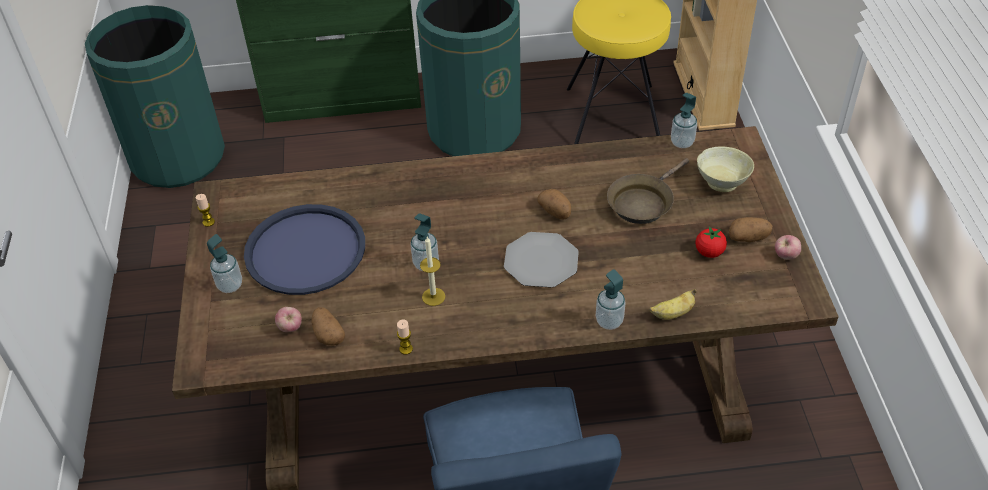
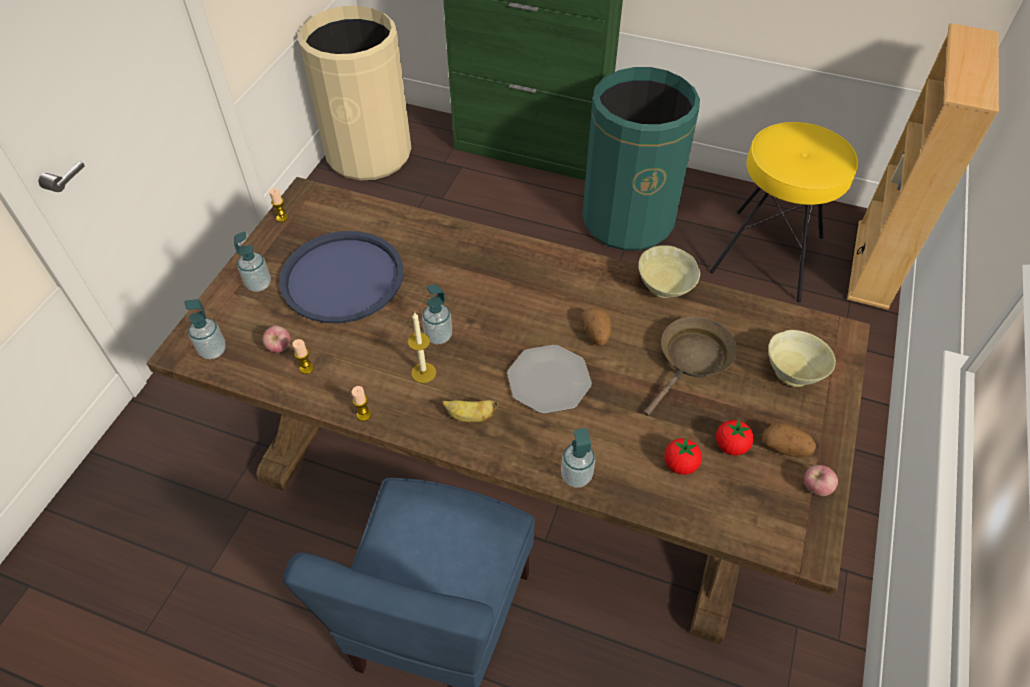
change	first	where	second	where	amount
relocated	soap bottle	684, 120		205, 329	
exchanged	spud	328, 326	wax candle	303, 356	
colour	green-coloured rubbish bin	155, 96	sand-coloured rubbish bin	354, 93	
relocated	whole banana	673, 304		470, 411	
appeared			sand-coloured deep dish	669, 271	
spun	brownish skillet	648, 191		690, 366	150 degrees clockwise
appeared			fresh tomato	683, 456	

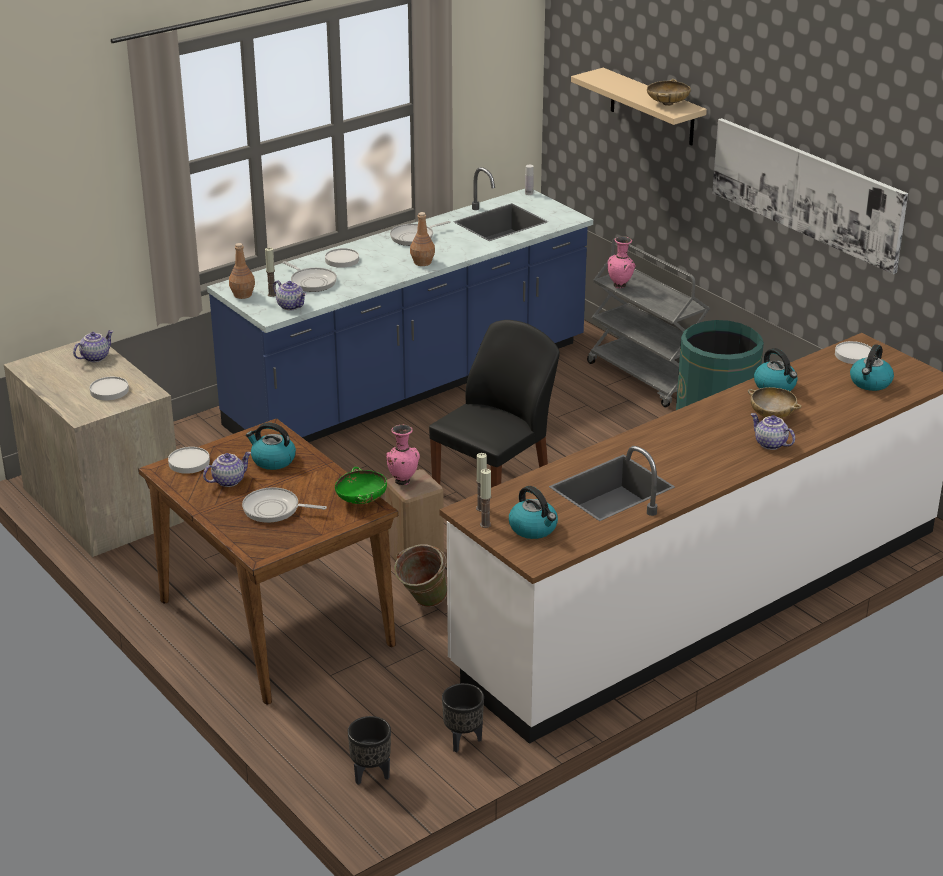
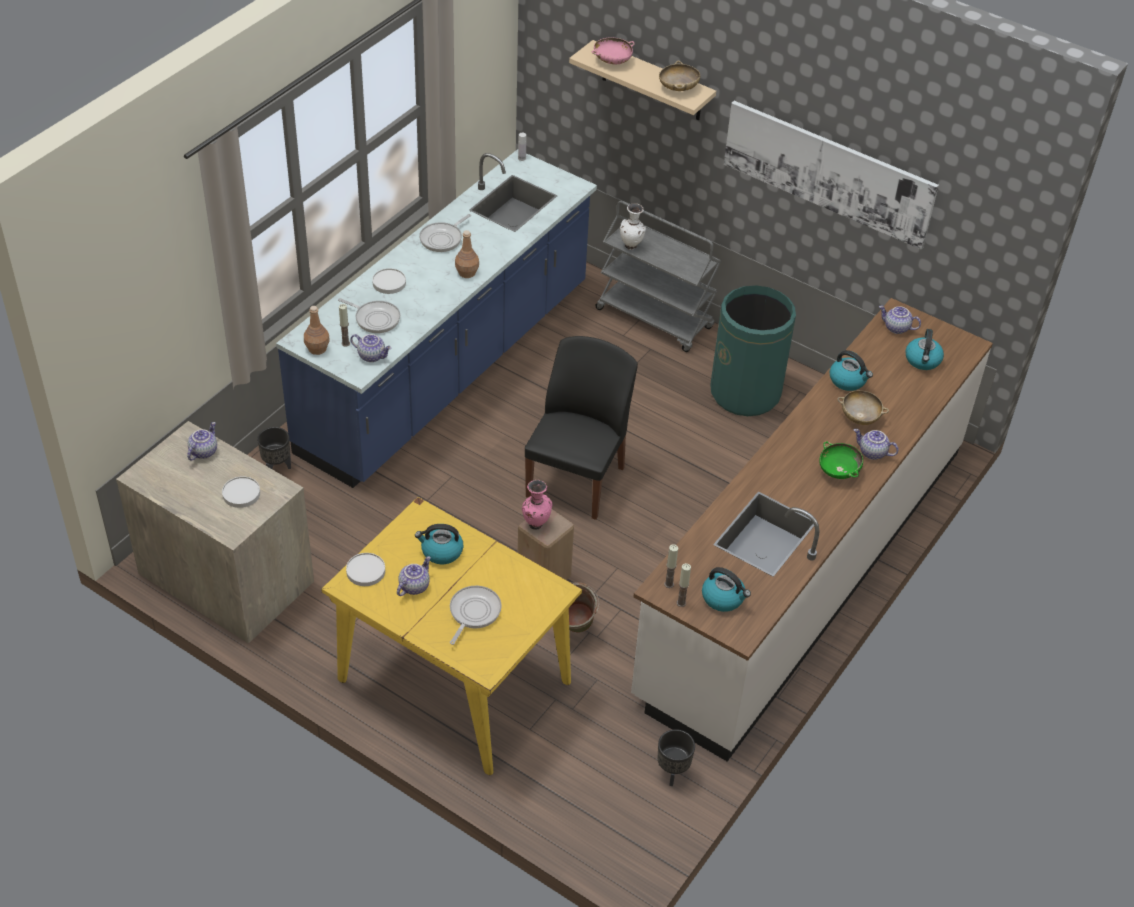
change	first	where	second	where	amount
relocated	black plant pot	369, 750		274, 448	
colour	brownish dinner table	268, 561	yellow dinner table	451, 636	
spun	skillet	284, 505		476, 615	120 degrees clockwise
appeared			pink deep dish	613, 50	
colour	pink flower vase	621, 262	white-coloured flower vase	633, 226	
relocated	green-coloured deep dish	361, 485		841, 460	
exchanged	white-coloured plate	853, 352	pot for tea	900, 320	

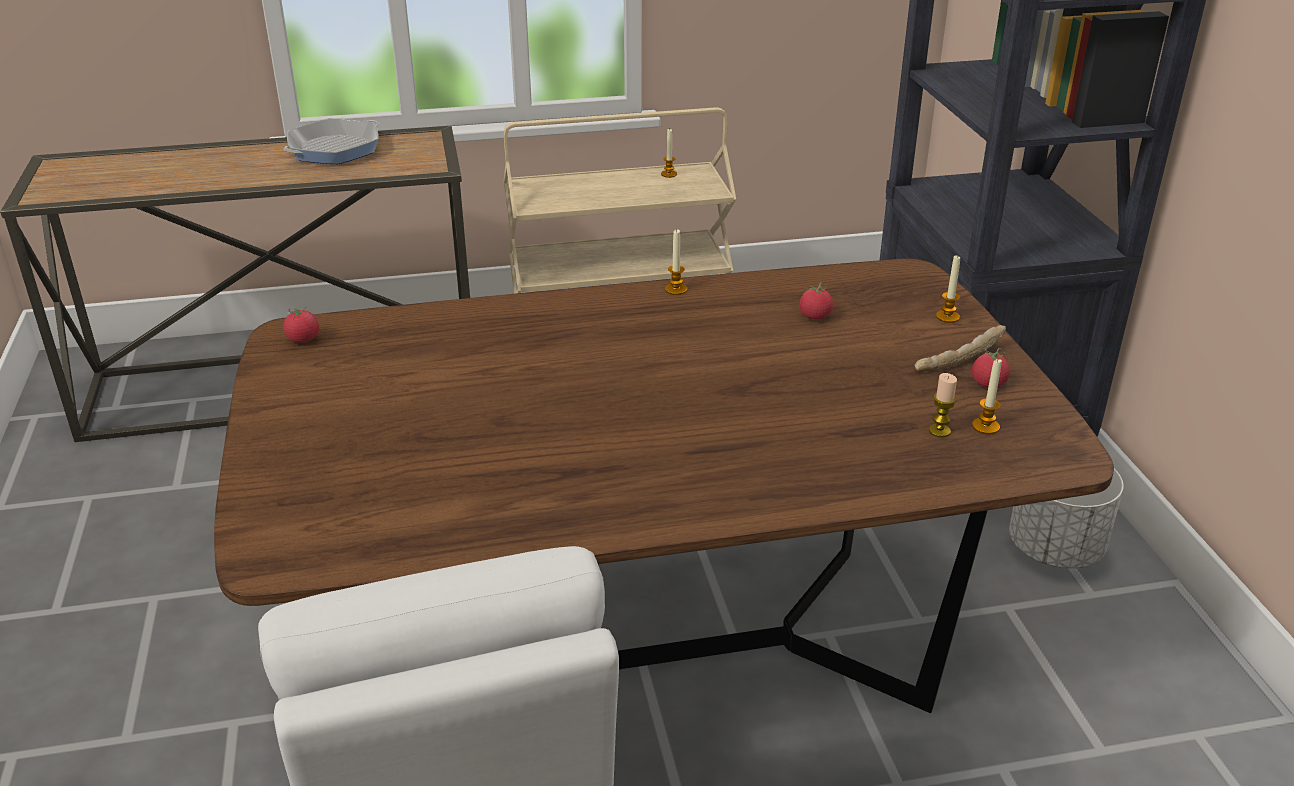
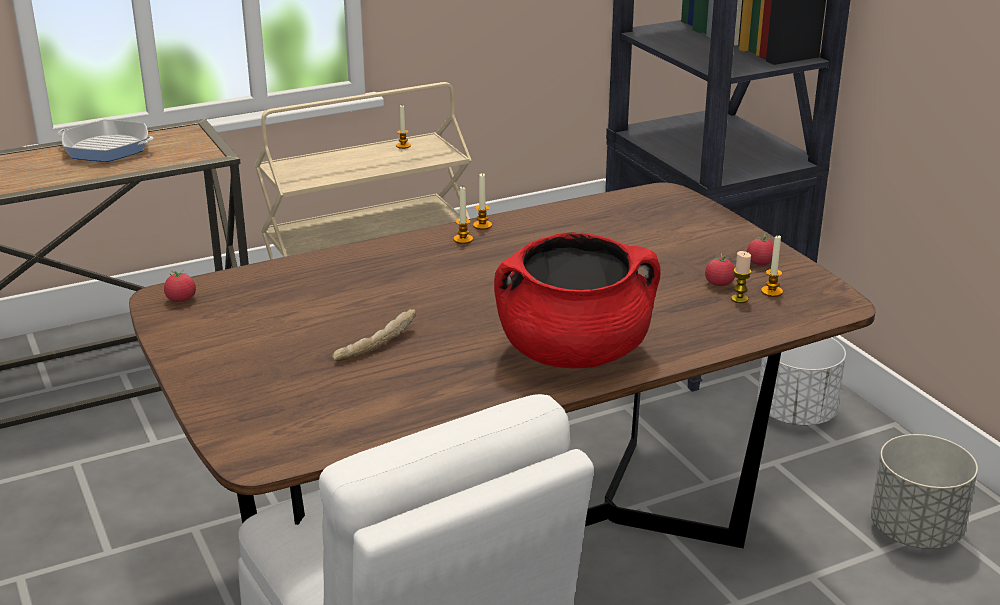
change	first	where	second	where	amount
spun	skillet	331, 141		105, 140	75 degrees clockwise
relocated	bakery bread	960, 348		374, 335	
relocated	wax candle	948, 288		463, 215	
appeared			reddish stockpot	577, 300	
relocated	fresh tomato	816, 301		720, 269	
appeared			greyish plant pot	924, 491	

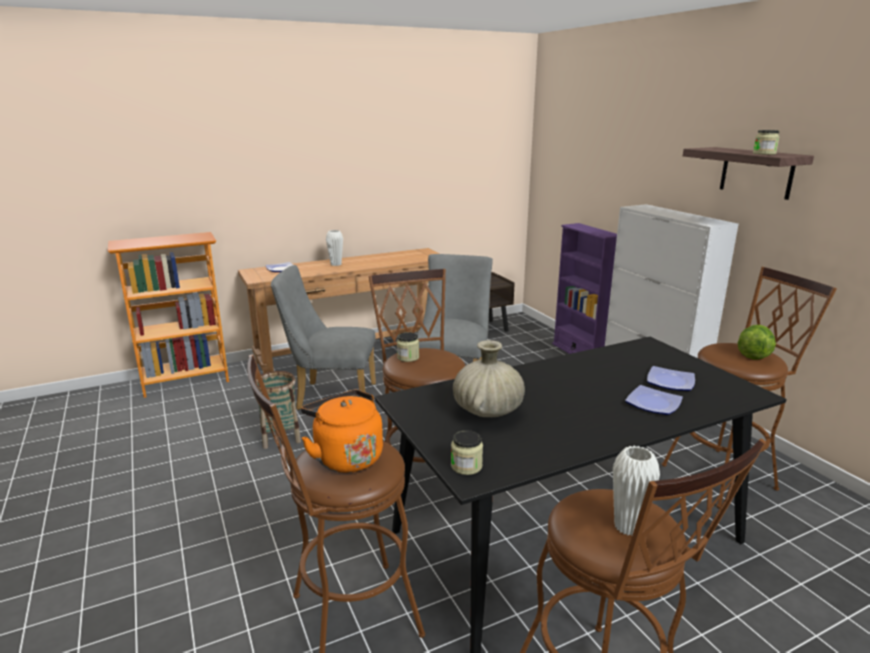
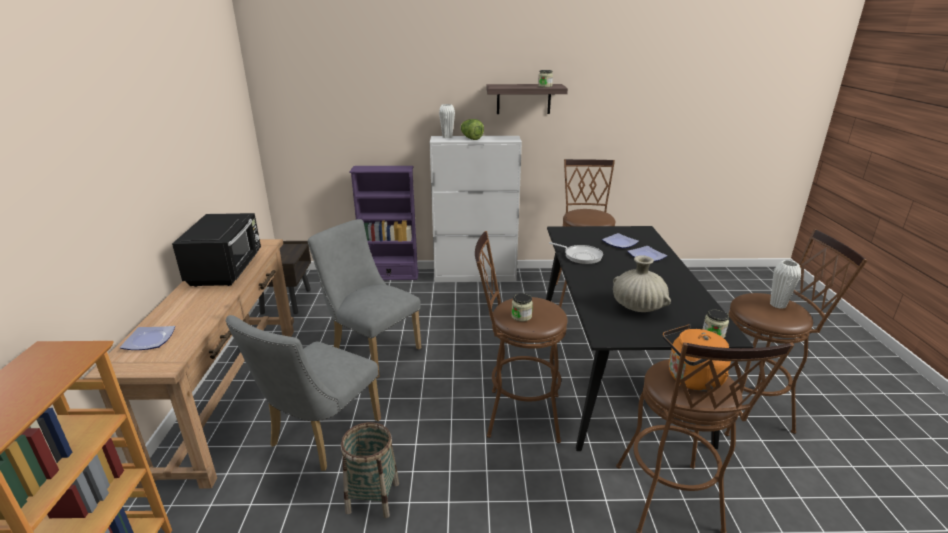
change	first	where	second	where	amount
appeared			black microwave oven	216, 250	
relocated	white-coloured flower vase	334, 248		447, 121	
relocated	head of lettuce	757, 342		472, 129	
appeared			skillet	576, 253	

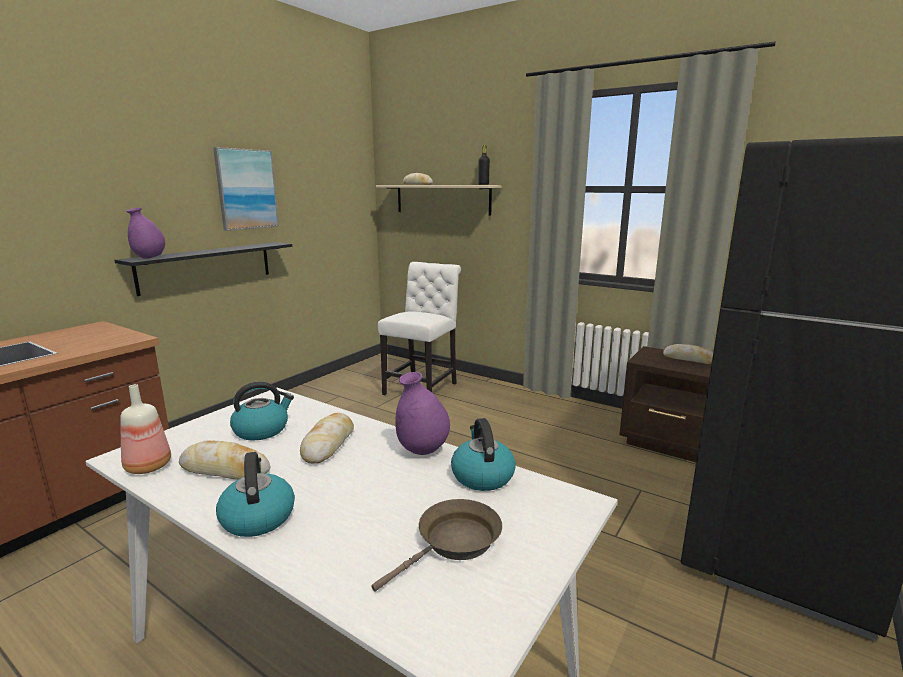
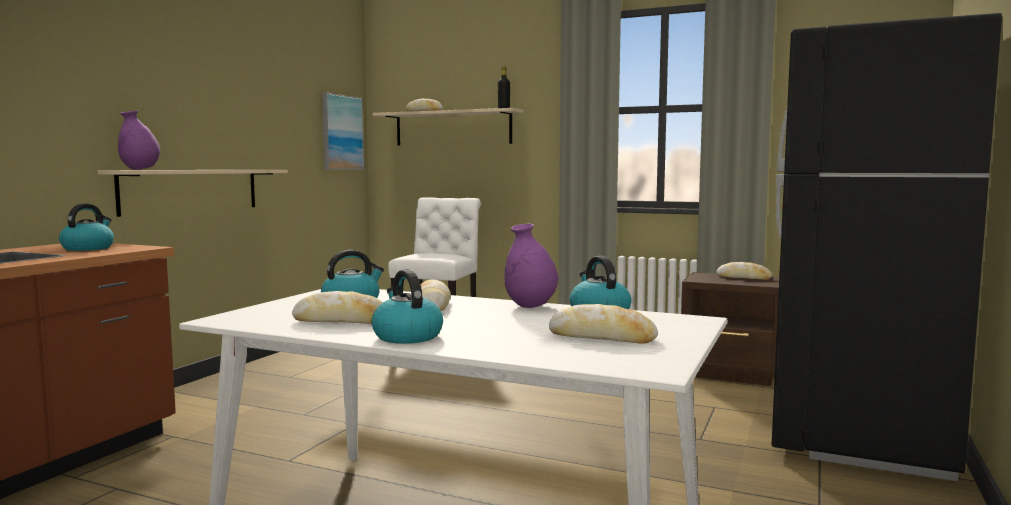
change	first	where	second	where	amount
appeared			kettle	86, 227	
colour	black bracket shelf	203, 269	sand-coloured bracket shelf	193, 193	
relocated	picture	246, 189		343, 131	
exchanged	brownish skillet	436, 545	bakery bread	603, 324	
missing	bottle	145, 429			

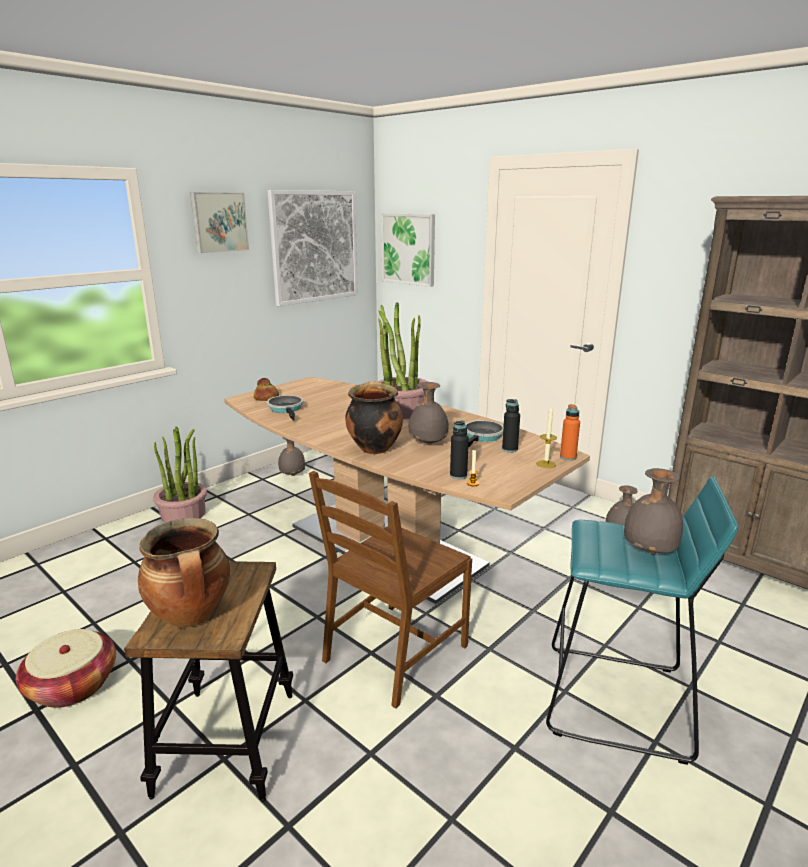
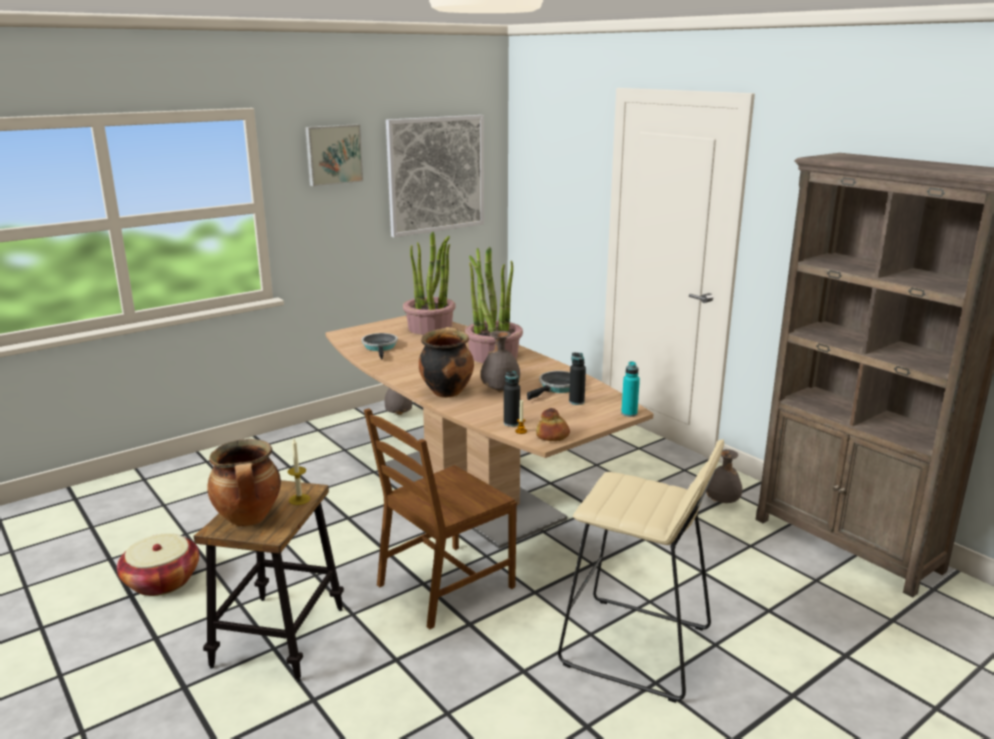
change	first	where	second	where	amount
relocated	wax candle	546, 436		299, 472	
relocated	plant in a pot	180, 474		429, 283	
relocated	bakery bread	266, 389		553, 424	
colour	blue-green stool	642, 620	sand-coloured stool	641, 571	
colour	orange bottle	570, 432	blue-green bottle	630, 389	
missing	picture	408, 250			
missing	greyish flower vase	653, 511			

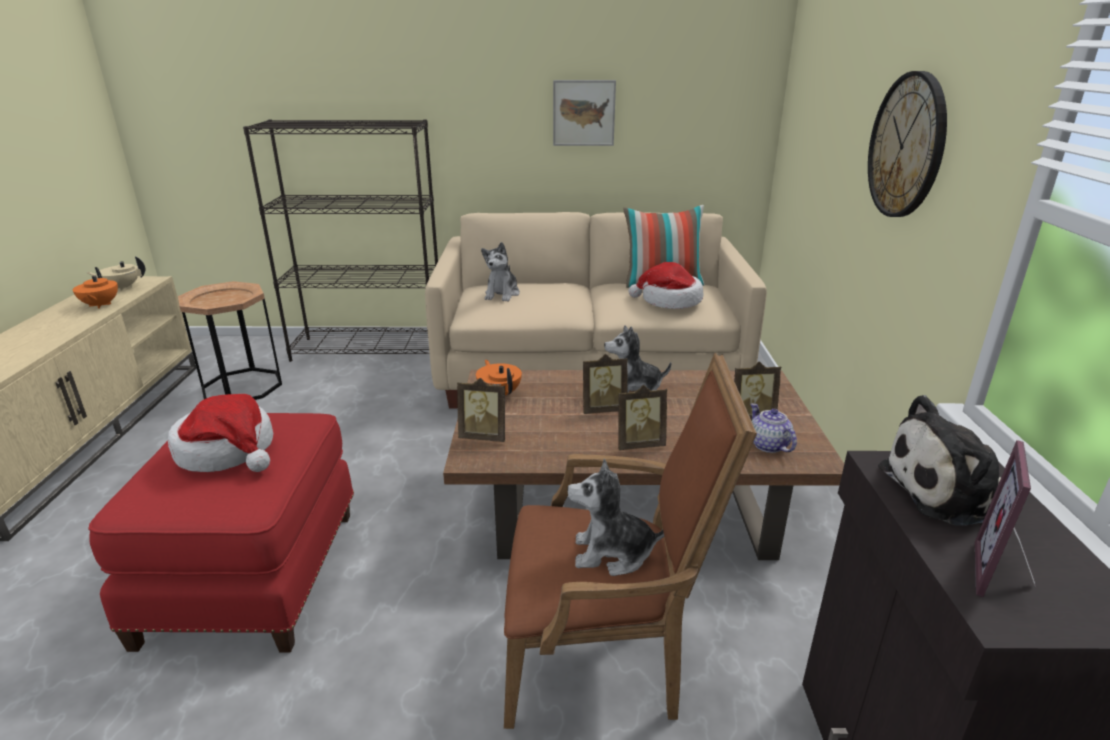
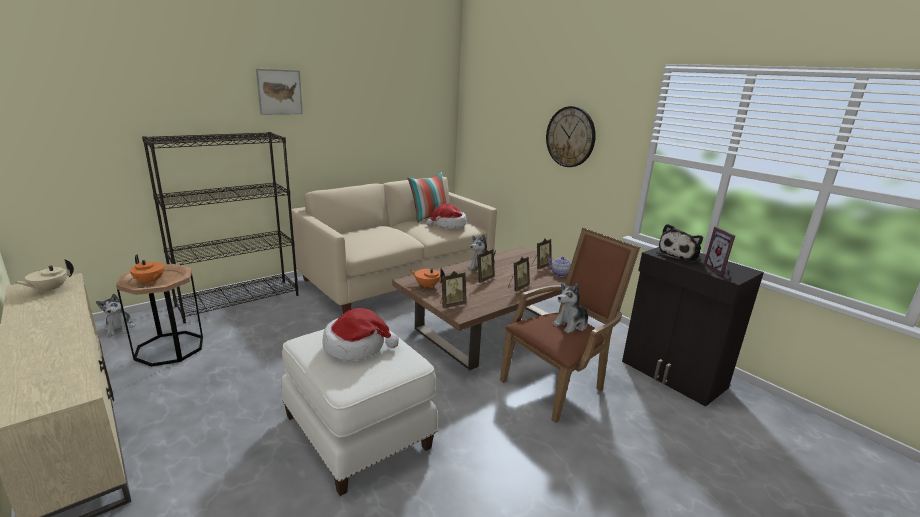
change	first	where	second	where	amount
relocated	cuddly toy	500, 271		115, 315	
relocated	orange pot for tea	95, 288		147, 269	
relocated	picture	584, 113		279, 92	
colour	reddish pouffe	221, 532	white-coloured pouffe	360, 412	

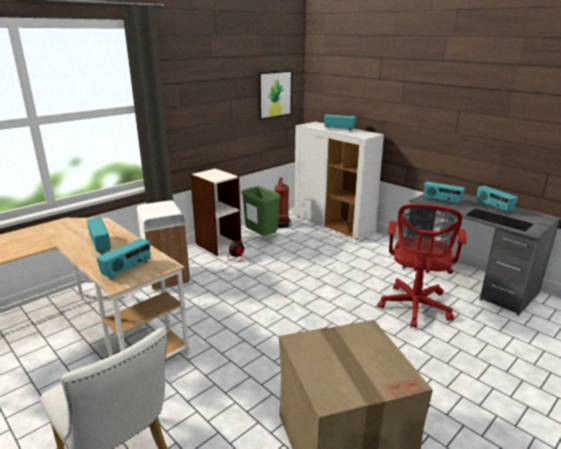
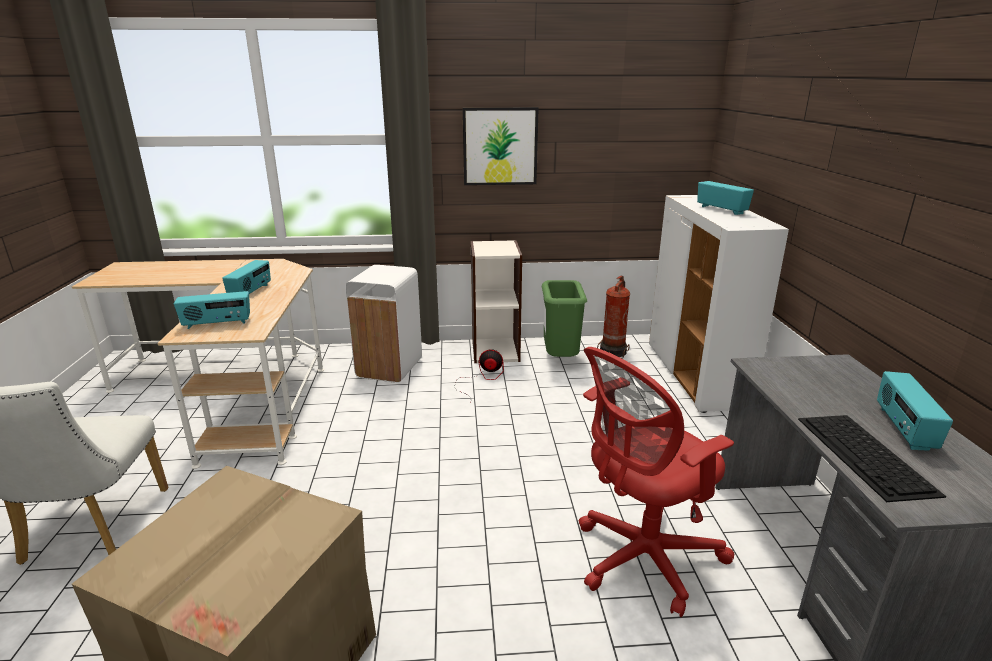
change	first	where	second	where	amount
relocated	picture	274, 95		501, 146	
missing	radio set	444, 193			

